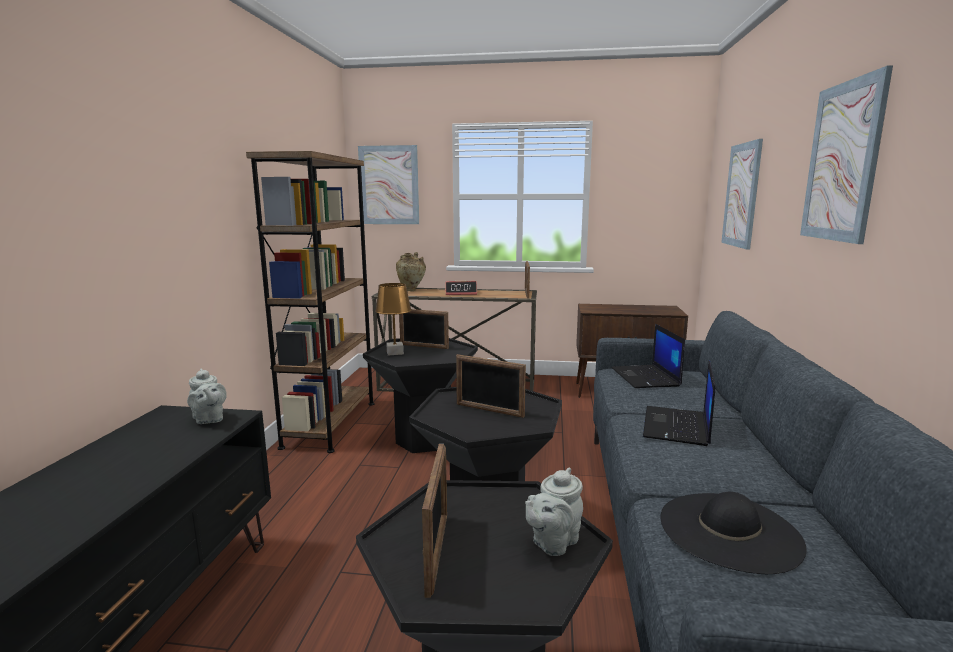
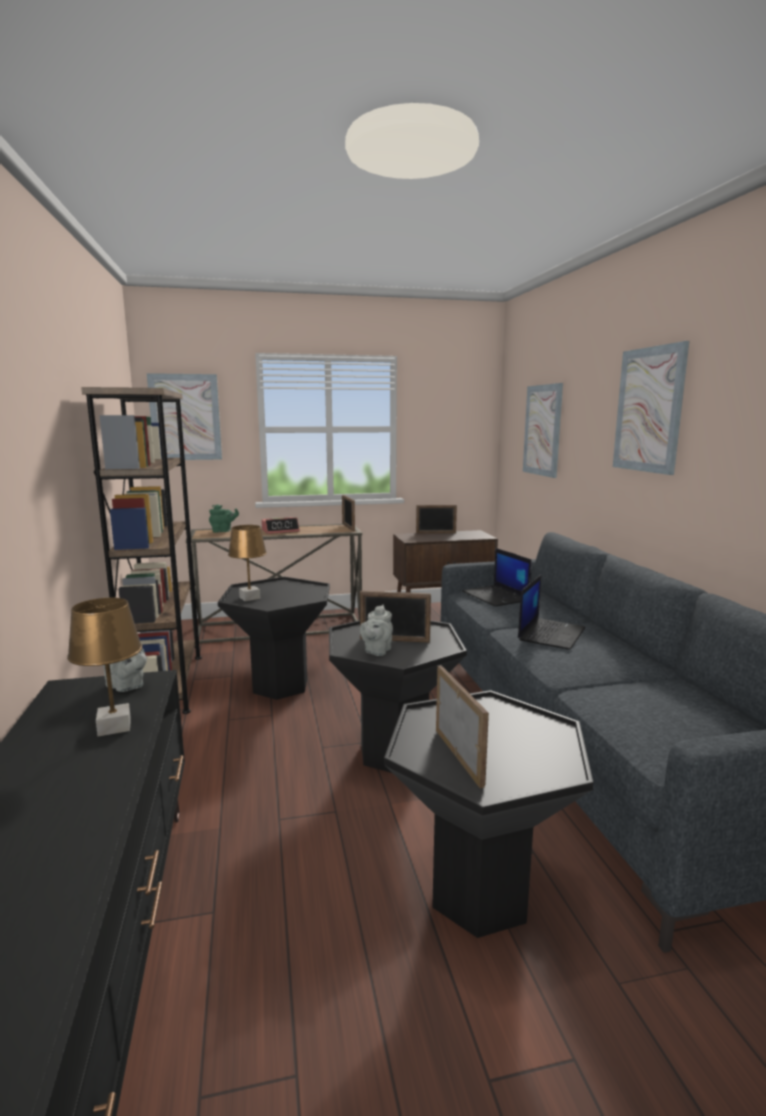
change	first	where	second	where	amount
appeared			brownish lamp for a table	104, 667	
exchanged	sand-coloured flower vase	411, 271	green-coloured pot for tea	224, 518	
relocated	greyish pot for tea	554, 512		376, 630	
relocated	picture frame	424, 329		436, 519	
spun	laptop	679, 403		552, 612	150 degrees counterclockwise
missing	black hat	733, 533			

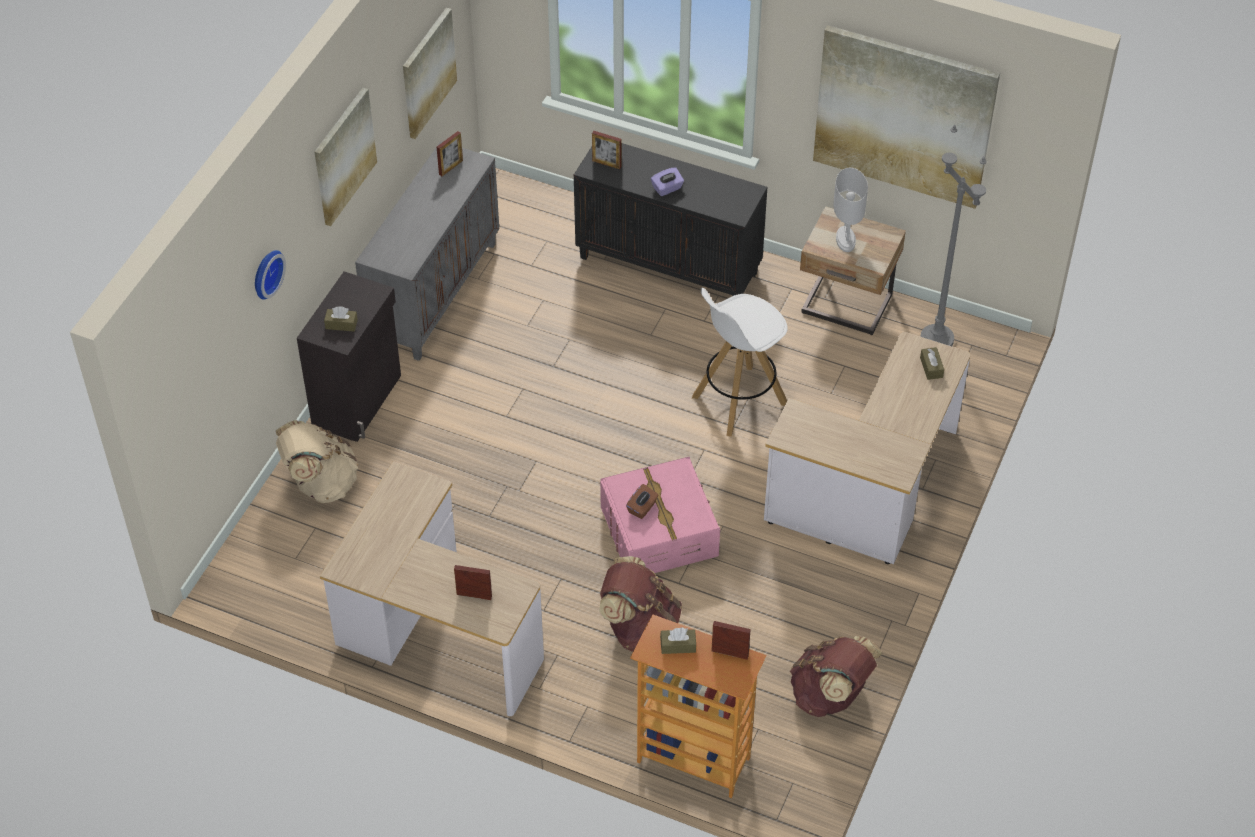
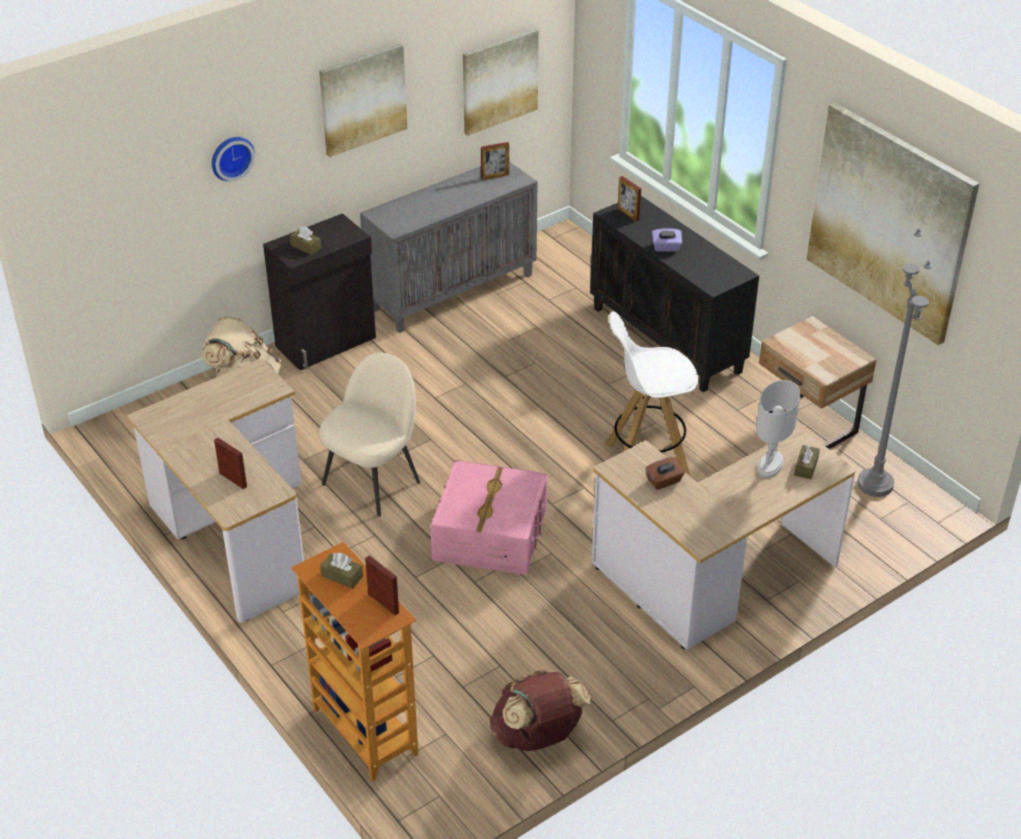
change	first	where	second	where	amount
appeared			sand-coloured upright chair	369, 435	
relocated	brownish box of tissues	642, 501		665, 473	
relocated	white-coloured lamp for a table	850, 210		778, 429	
missing	brownish backpack	640, 604			

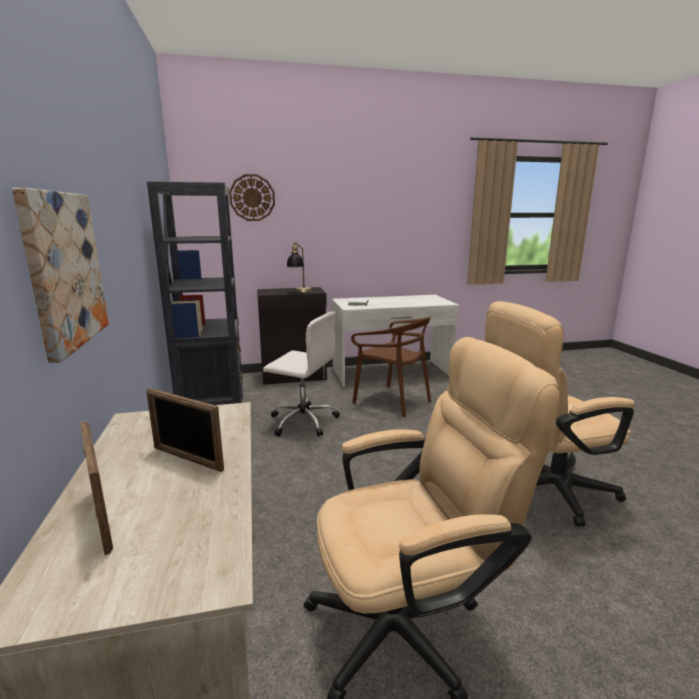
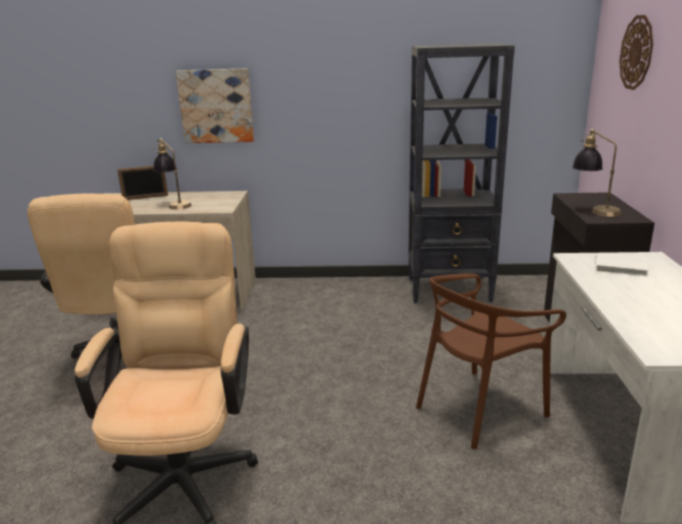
change	first	where	second	where	amount
exchanged	picture frame	185, 430	lamp for a table	172, 174	
missing	white-coloured office chair	301, 374			

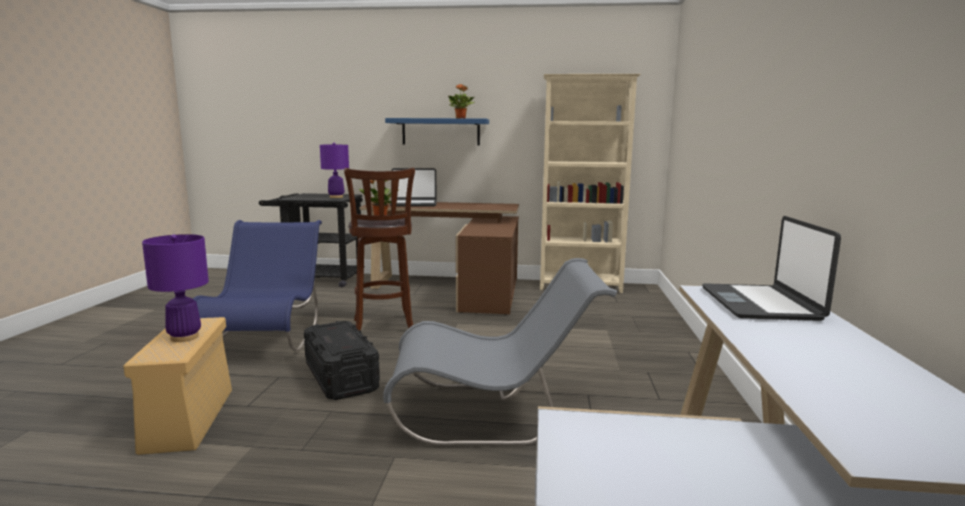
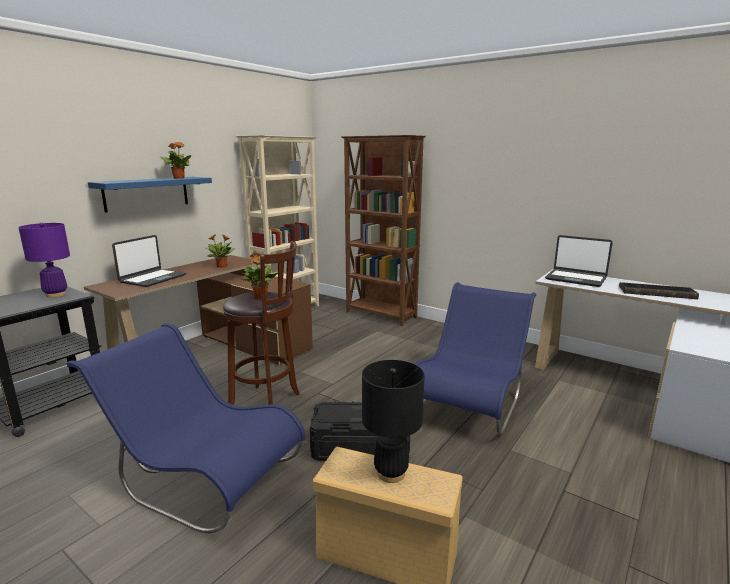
change	first	where	second	where	amount
appeared			plant in a pot	220, 251	
appeared			brownish bookshelf	383, 230	
colour	purple lamp for a table	175, 288	black lamp for a table	393, 421	
colour	greyish upright chair	500, 352	blue-coloured upright chair	475, 358	
appeared			computer keyboard	659, 290	

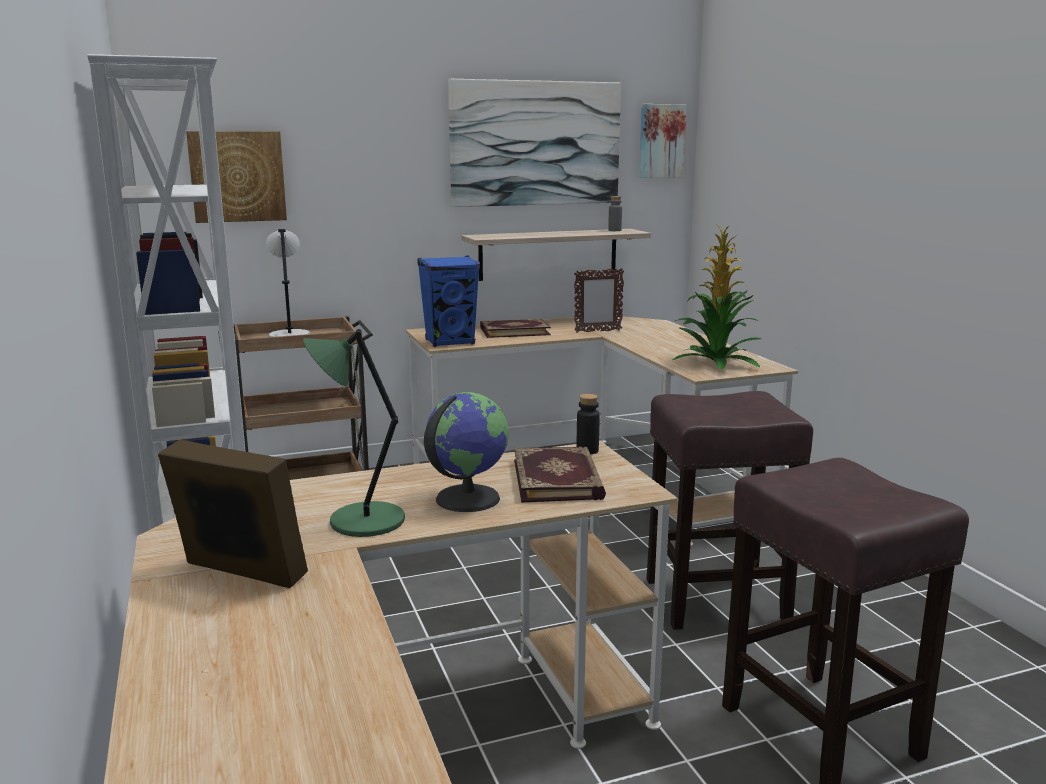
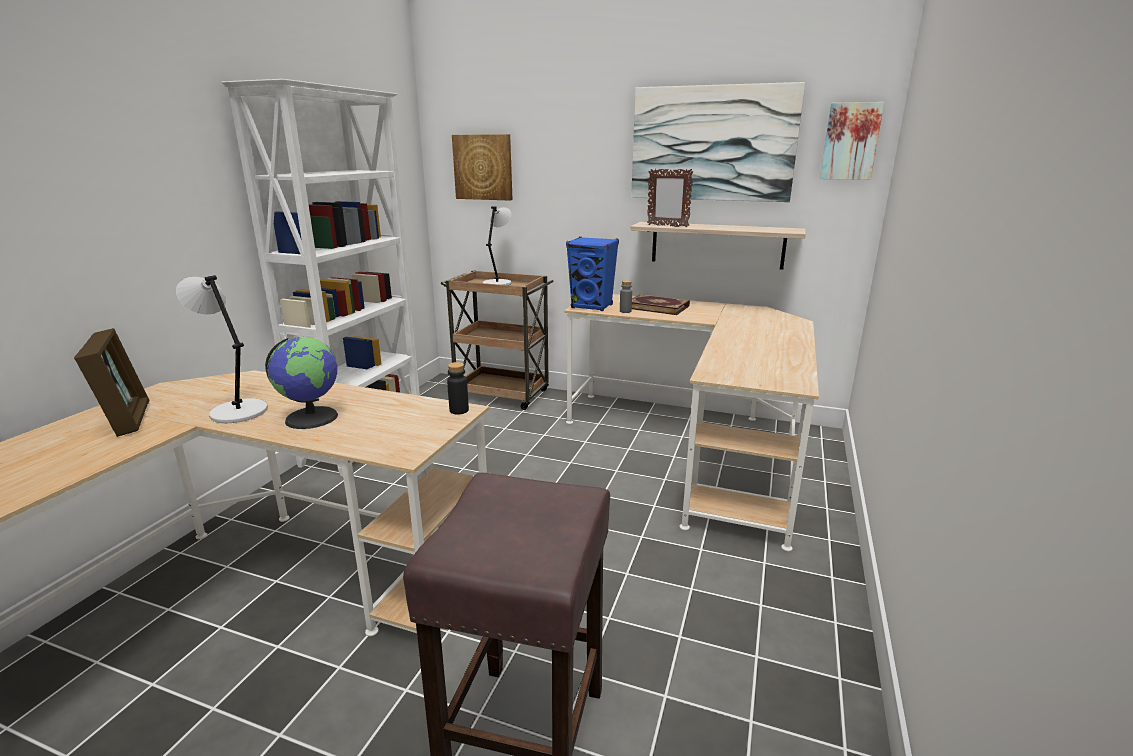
change	first	where	second	where	amount
colour	green-coloured lamp for a table	354, 433	greyish lamp for a table	222, 349	
relocated	greyish bottle	615, 213		626, 296	
relocated	picture frame	599, 300		670, 198	
missing	bound book	560, 474			
missing	brownish stool	730, 510			
missing	plant in a pot	717, 297			

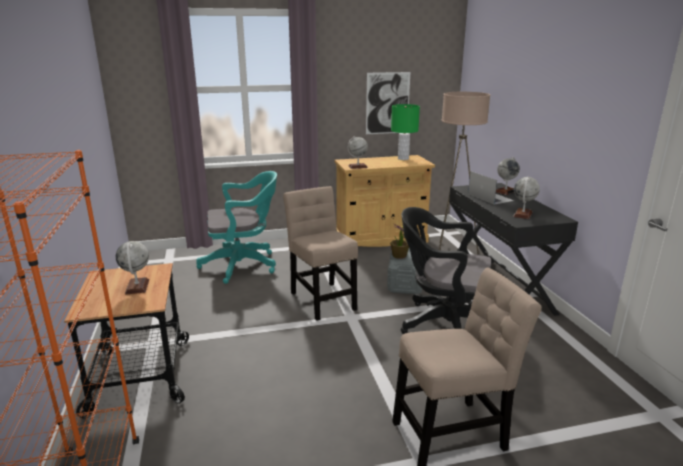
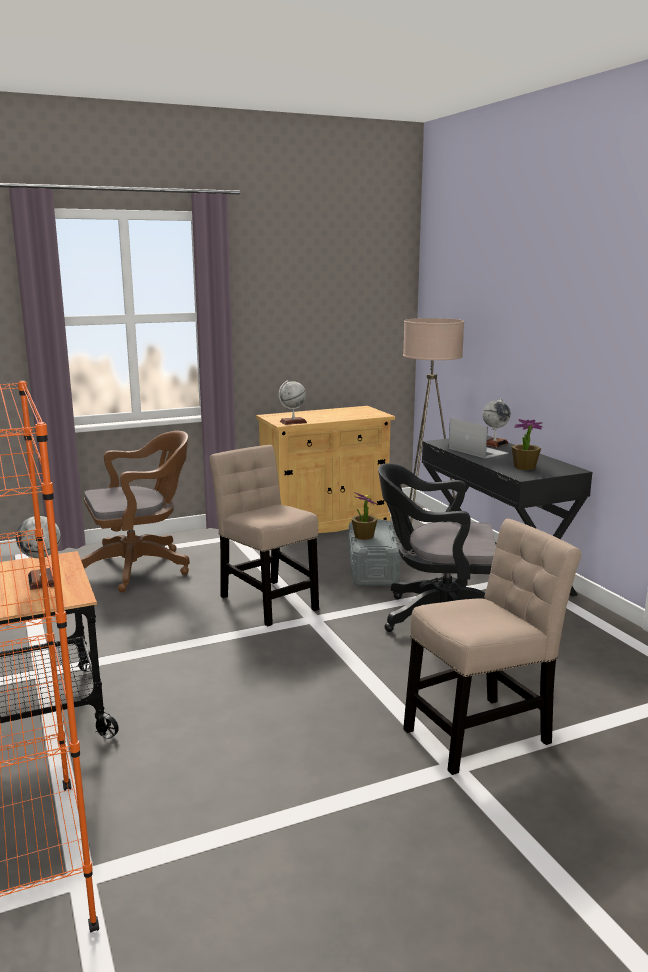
change	first	where	second	where	amount
colour	blue-green office chair	236, 227	brownish office chair	135, 511	
exchanged	desk globe	526, 198	plant in a pot	527, 444	
missing	picture	388, 103			
missing	green-coloured lamp for a table	405, 132			

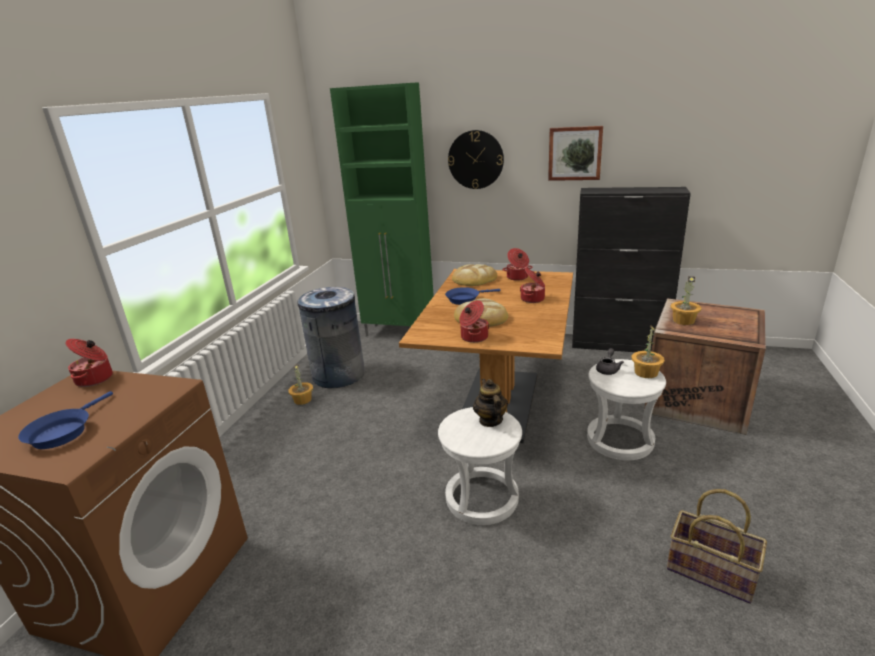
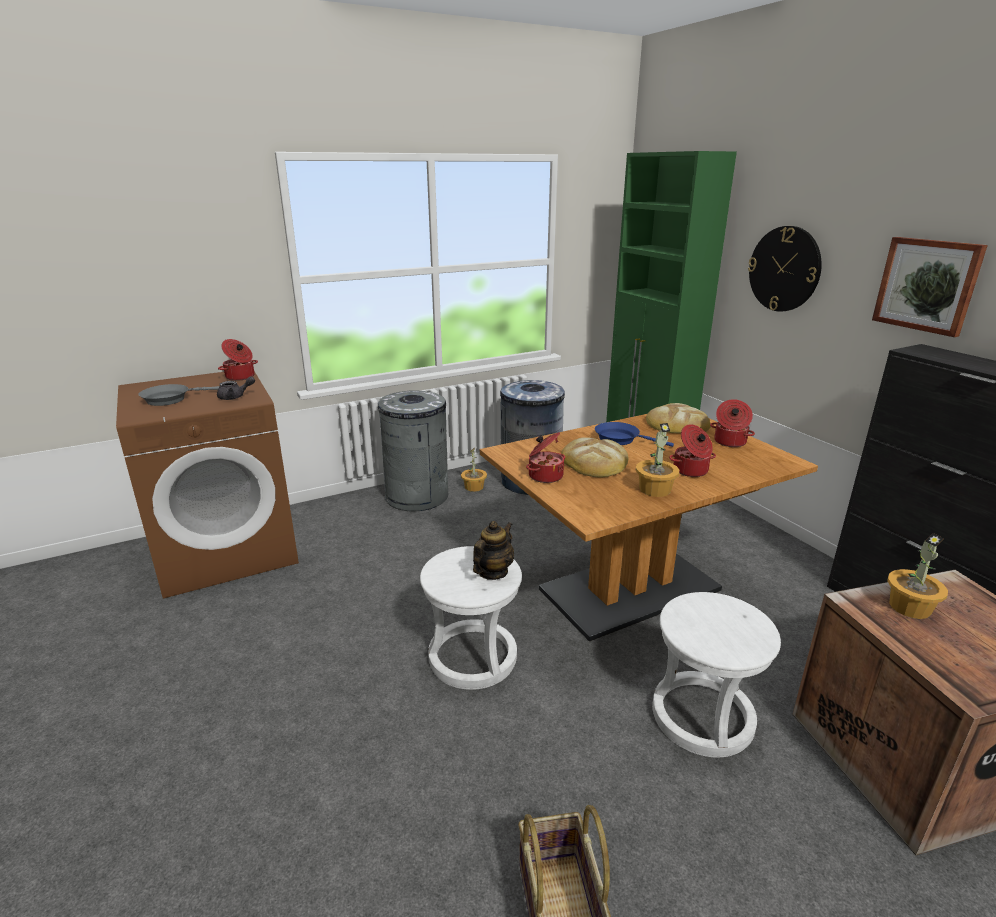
change	first	where	second	where	amount
colour	blue-coloured skillet	65, 420	greyish skillet	179, 395	
relocated	greyish pot for tea	610, 361		236, 388	
appeared			greyish rubbish bin	413, 451	
relocated	plant in a pot	648, 351		657, 460	

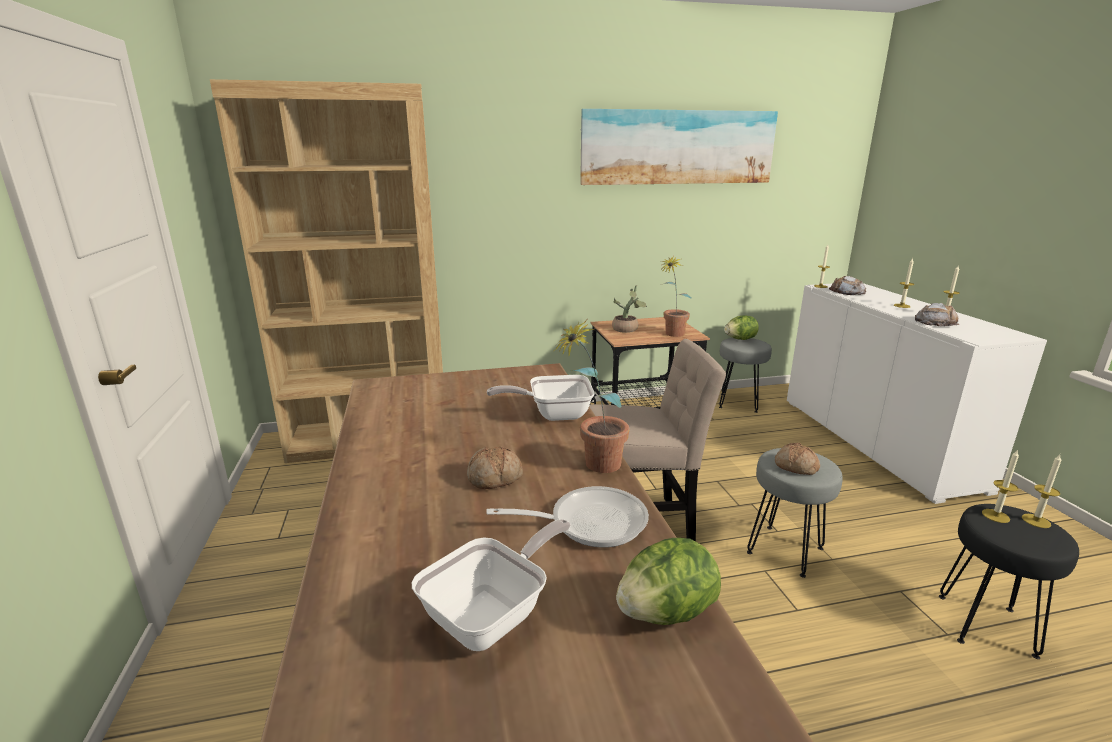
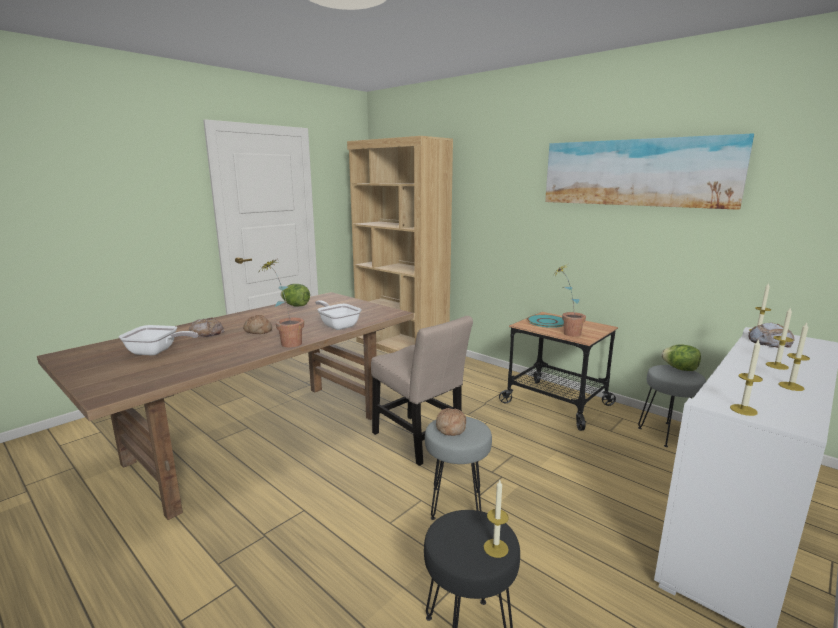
change	first	where	second	where	amount
relocated	bakery bread	937, 314		207, 327	
relocated	head of lettuce	668, 581		295, 295	
exchanged	plant in a pot	629, 309	blue-green plate	545, 321	
relocated	wax candle	1000, 486		746, 377	
missing	skillet	567, 517			

